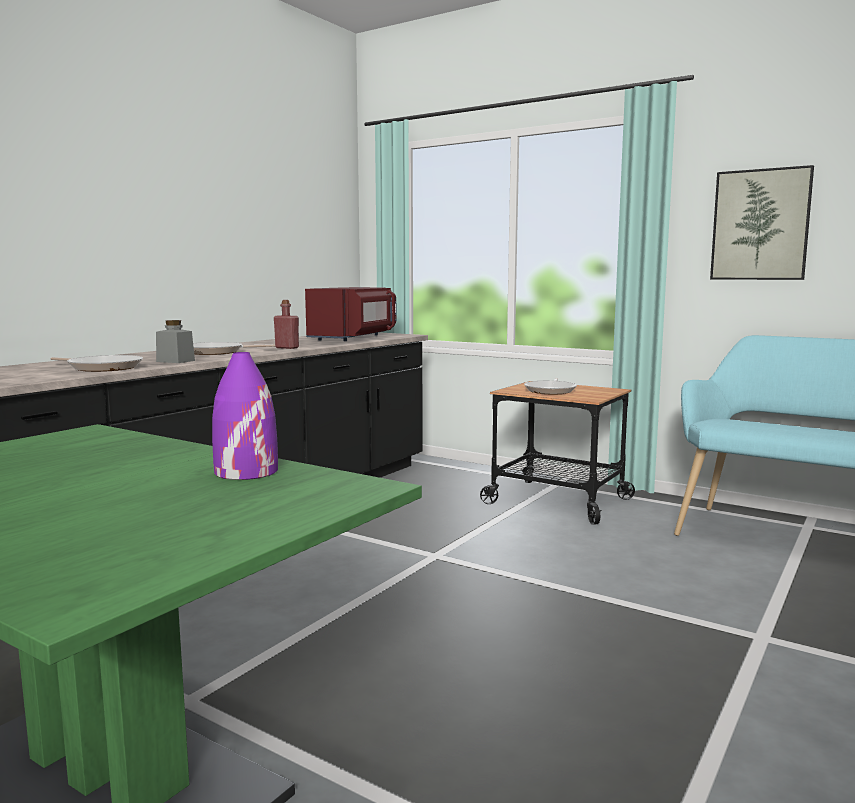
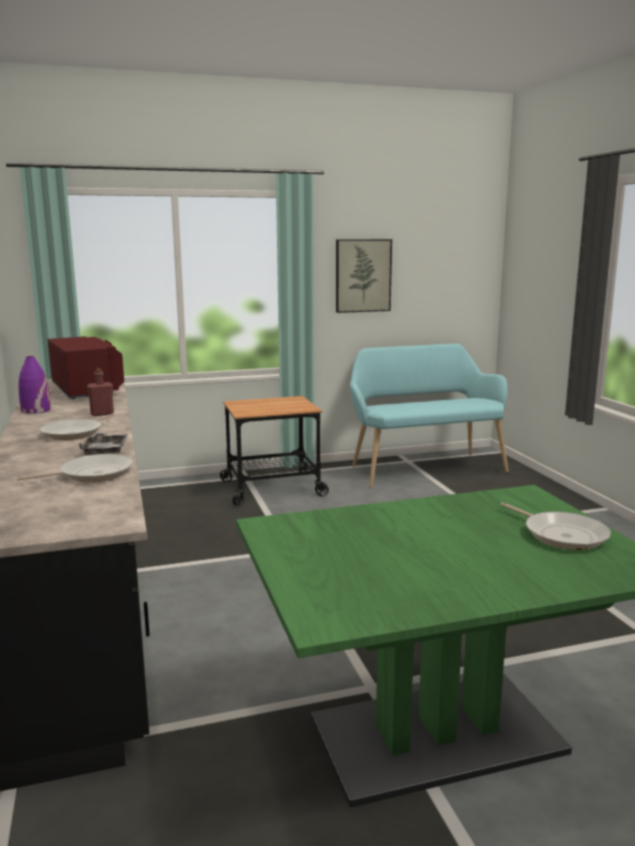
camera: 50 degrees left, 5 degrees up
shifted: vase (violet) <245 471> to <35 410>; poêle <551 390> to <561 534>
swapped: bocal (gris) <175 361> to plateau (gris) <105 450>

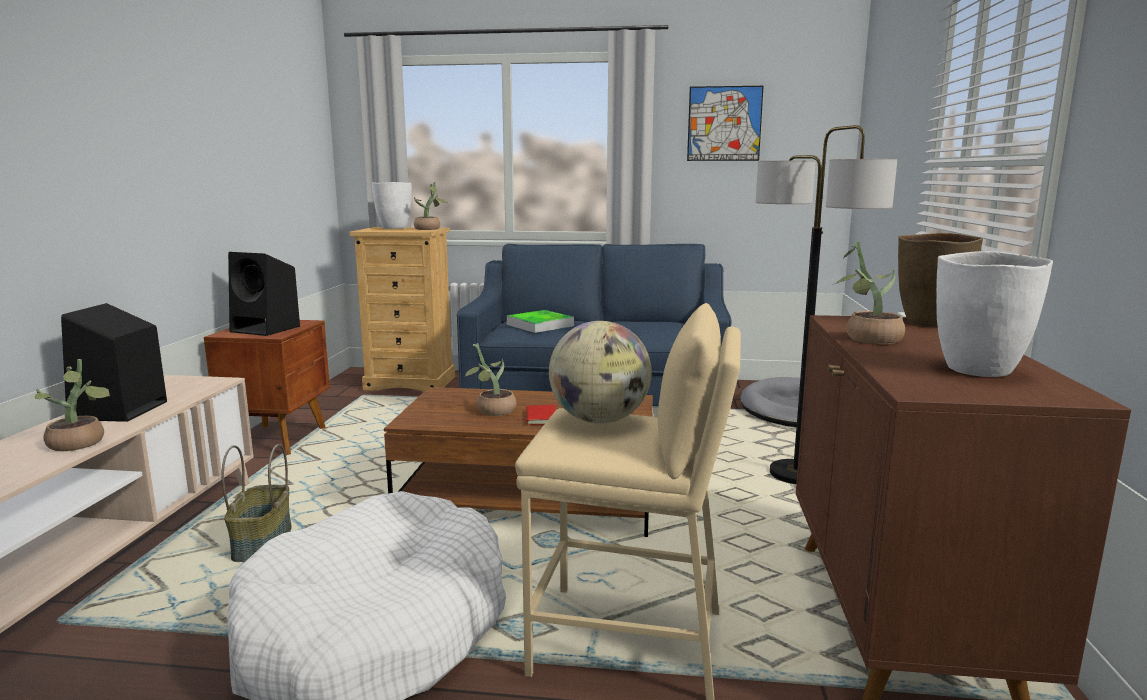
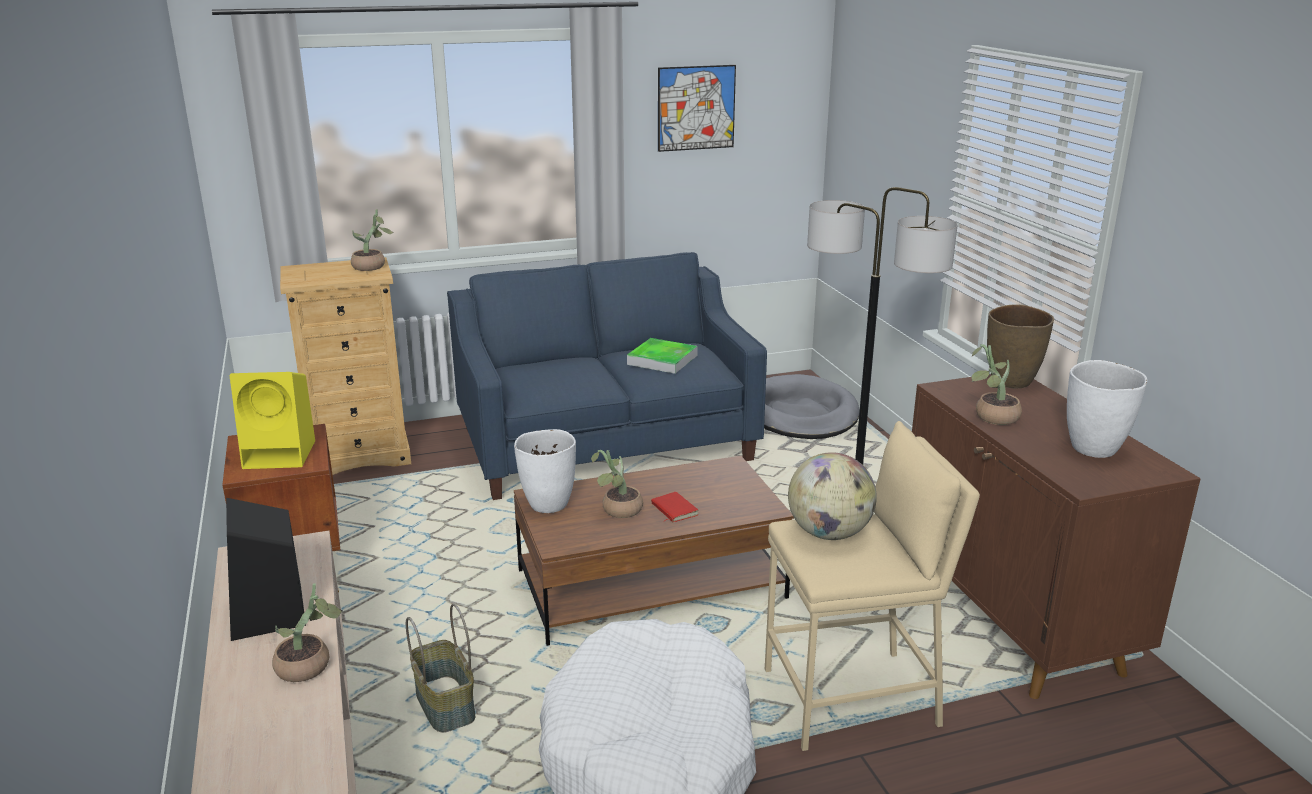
camera: 25 degrees left, 10 degrees up
shifted: vase (blanc) <394 228> to <547 504>; plateau <540 325> to <662 360>
repainted: enceinte (noir) <267 329> to enceinte (jaune) <282 454>

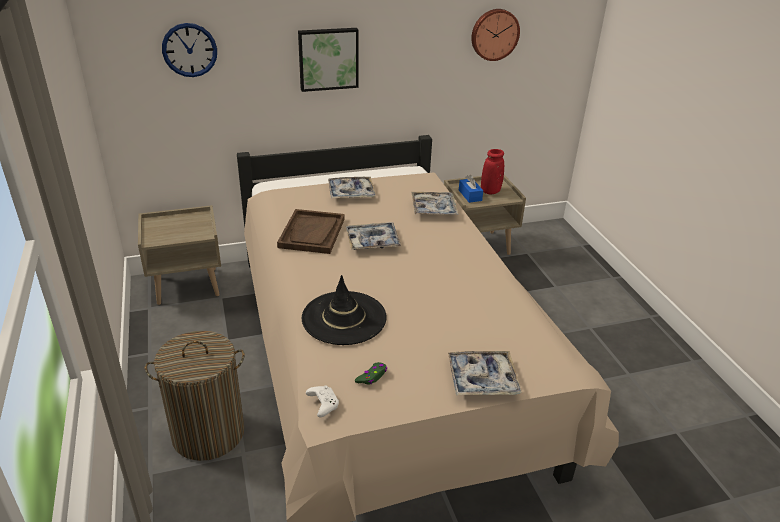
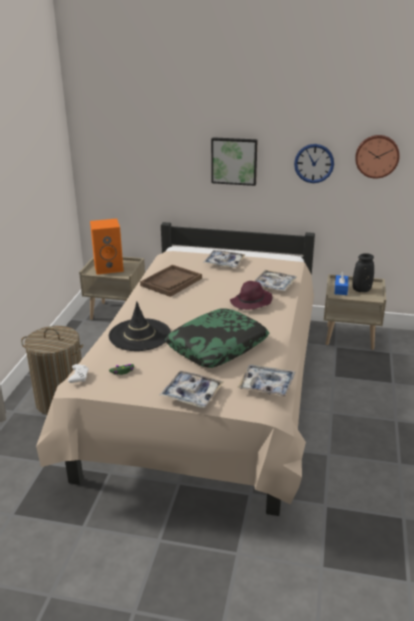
camera: 30 degrees right, 5 degrees down
new: enceinte (orange) <109 267>; chapeau (violet) <251 302>; coussin <217 346>
shifted: horloge murale <189 50> to <314 163>; plateau <372 241> to <266 385>
repainted: vase (rouge) <490 191> to vase (noir) <361 290>

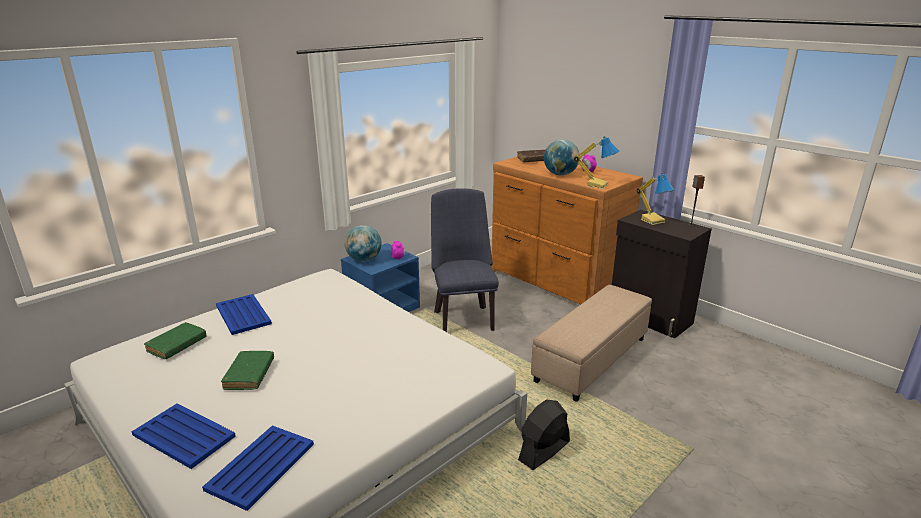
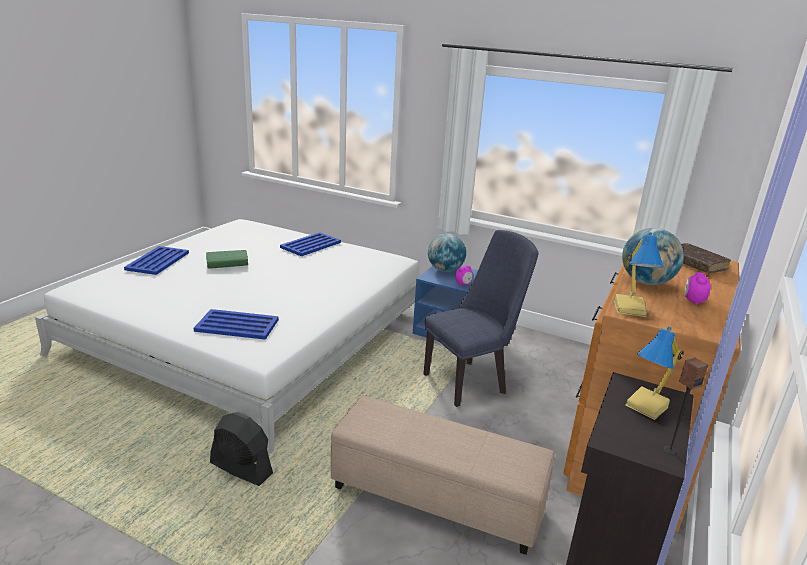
camera: 70 degrees right, 0 degrees up
gone: livre (vert) <177 345>
shifted: plateau (bleu) <260 467> to <236 325>

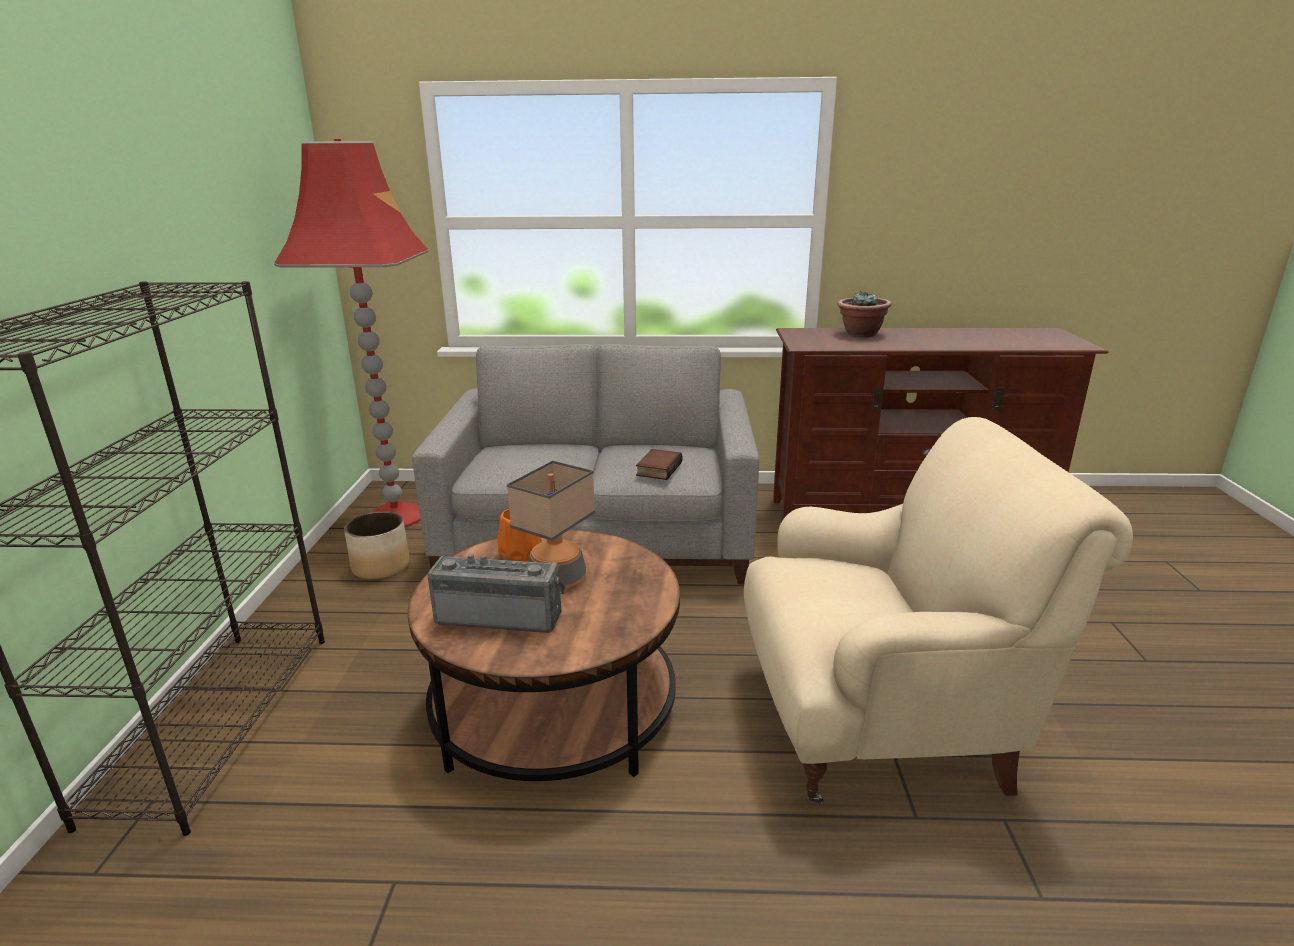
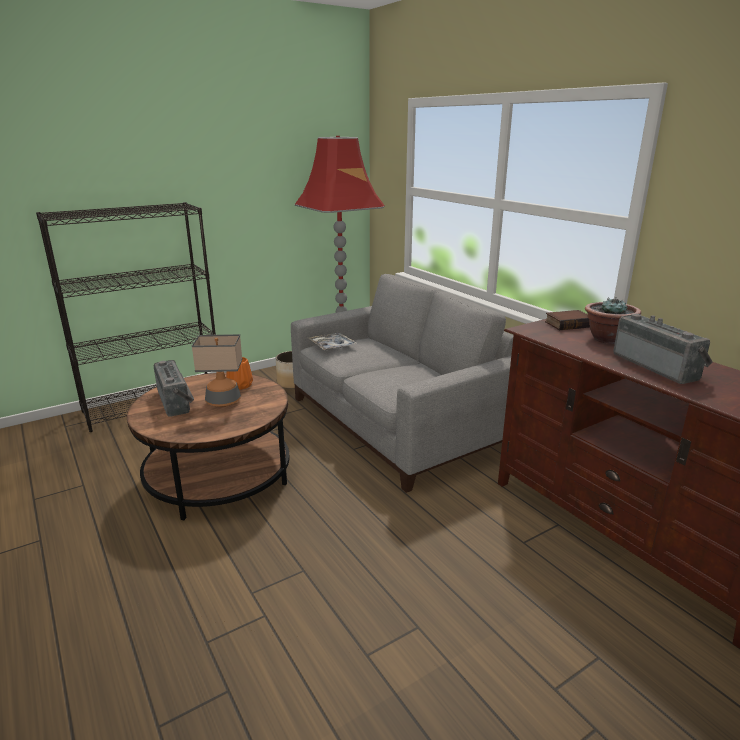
camera: 55 degrees right, 0 degrees up
gone: fauteuil (beige) <881 723>
new: radio <658 366>; plateau <332 346>
shifted: livre <658 469> to <568 324>

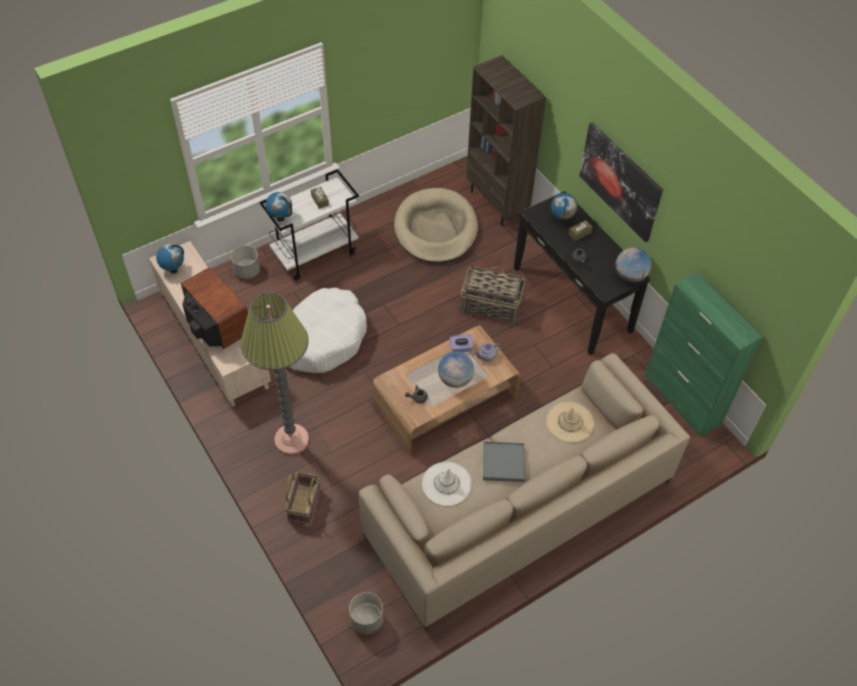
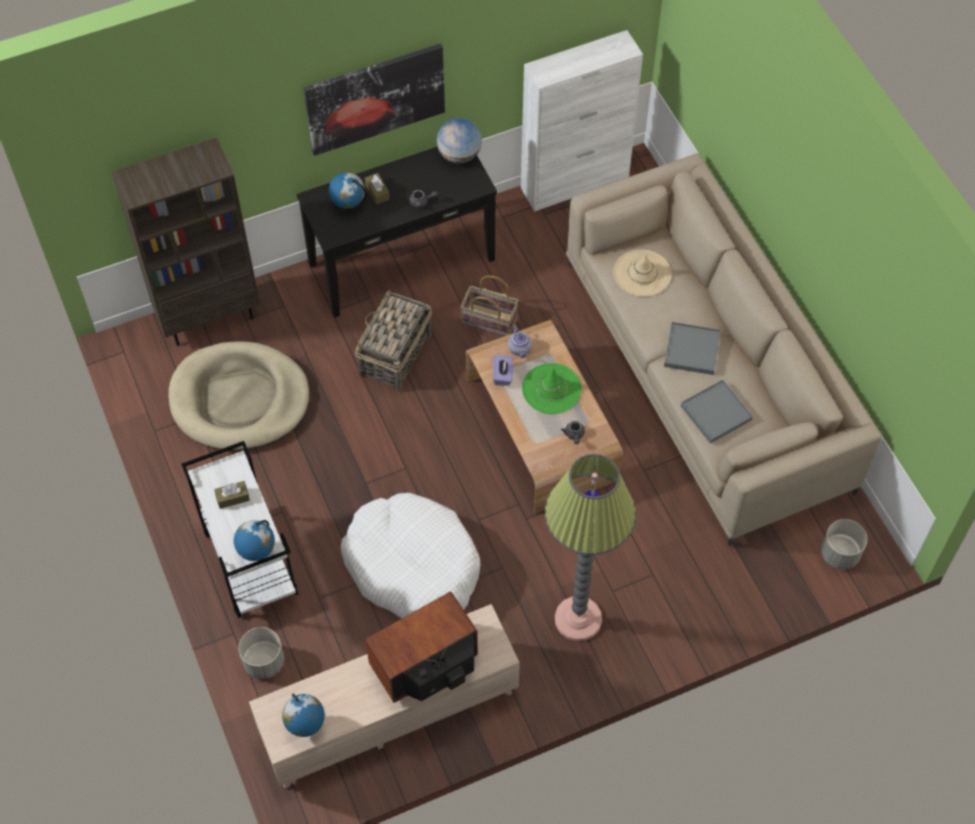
camera: 80 degrees left, 5 degrees up
shifted: panier <304 504> to <488 321>
swapped: globe <455 379> to chapeau (vert) <551 389>; chapeau (blanc) <446 484> to plateau (gris) <715 413>
repainted: meuble de rangement (vert) <682 400> to meuble de rangement (blanc) <575 183>

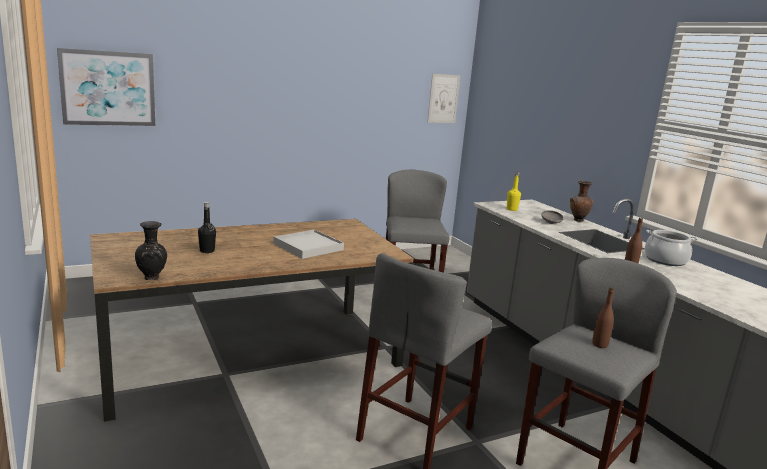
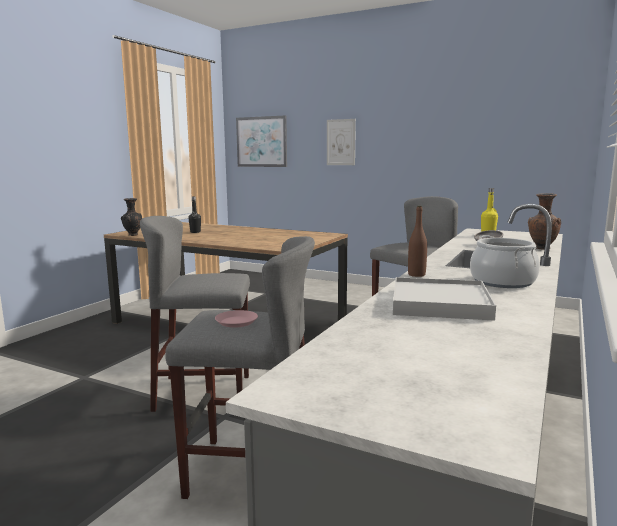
camera: 55 degrees right, 5 degrees down
shifted: tableau <443 98> to <341 142>; plateau (blanc) <308 247> to <440 303>
swapped: bouteille (marron) <599 345> to assiette (rose) <236 322>

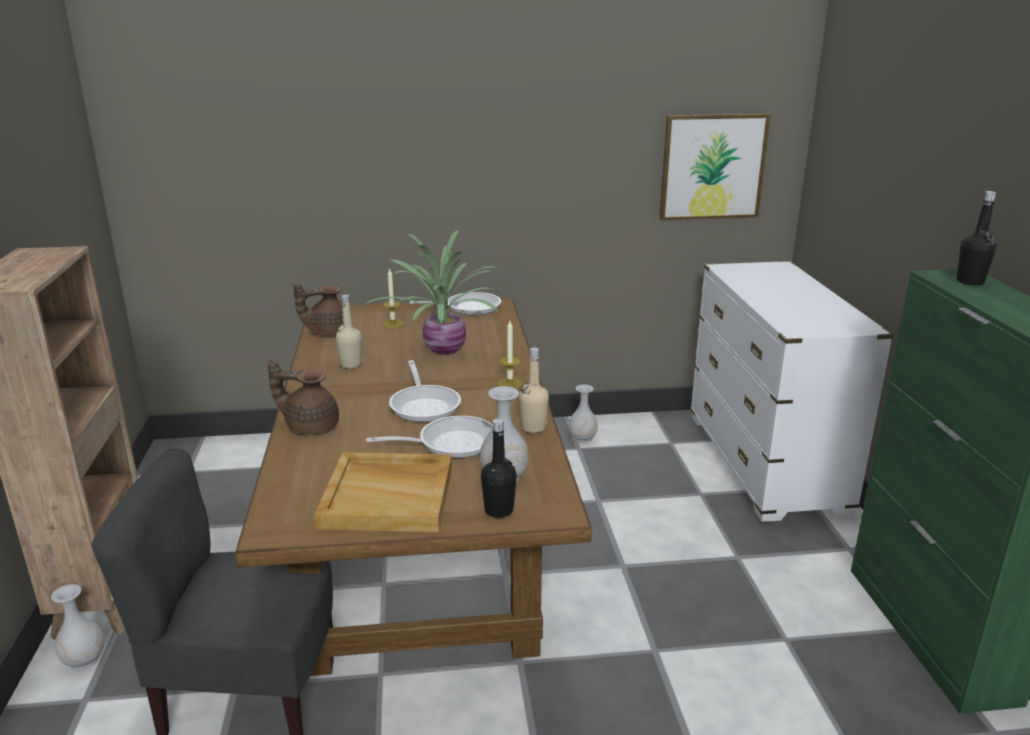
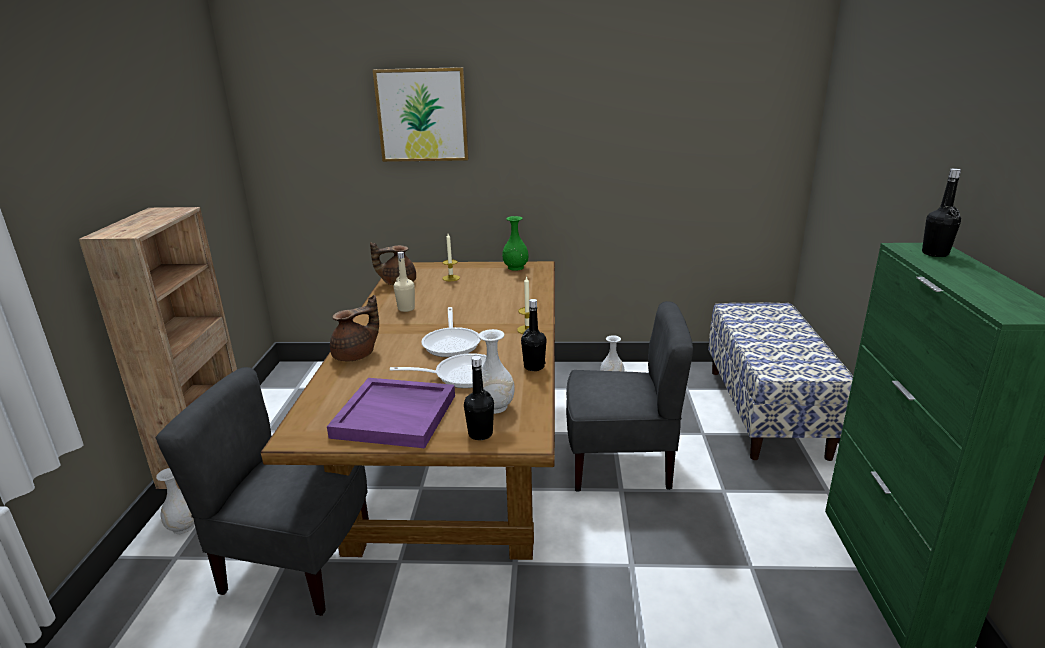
camera: 10 degrees right, 0 degrees up
gone: plante en pot <442 349>
new: chaise (gris) <620 463>
shifted: tableau <712 166> to <422 115>
swapped: commode (blanc) <765 463> to banc <766 411>; poêle <468 308> to vase (vert) <515 267>
repainted: bouteille (beige) <533 427> to bouteille (noir) <534 367>; plateau (beige) <389 496> to plateau (violet) <396 415>
rotated: théière (marron) <310 426> = <356 355> 120 degrees clockwise

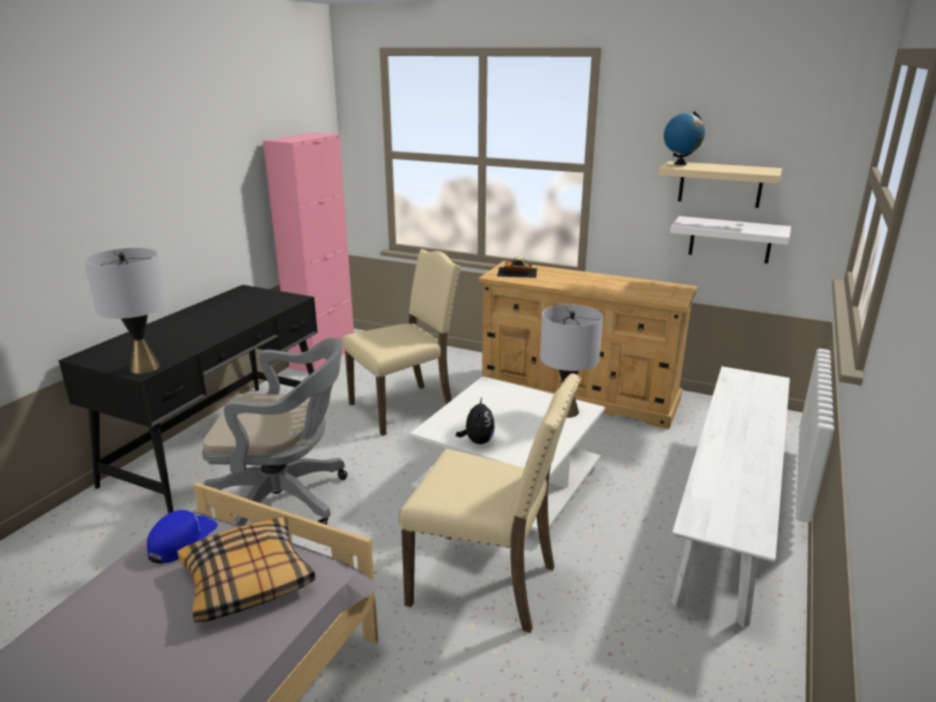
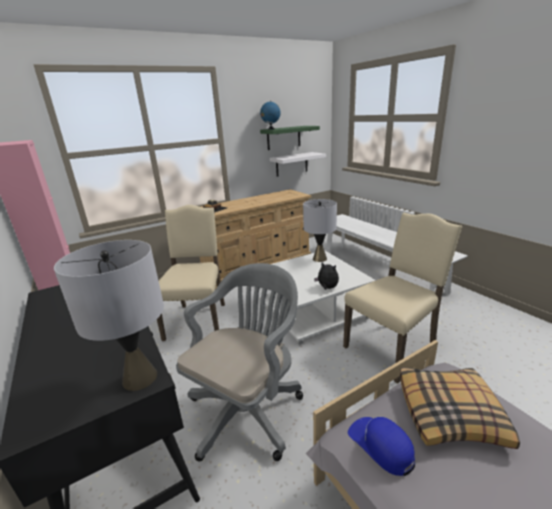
camera: 55 degrees left, 0 degrees up
repainted: étagère (beige) <720 184> to étagère (vert) <283 137>

